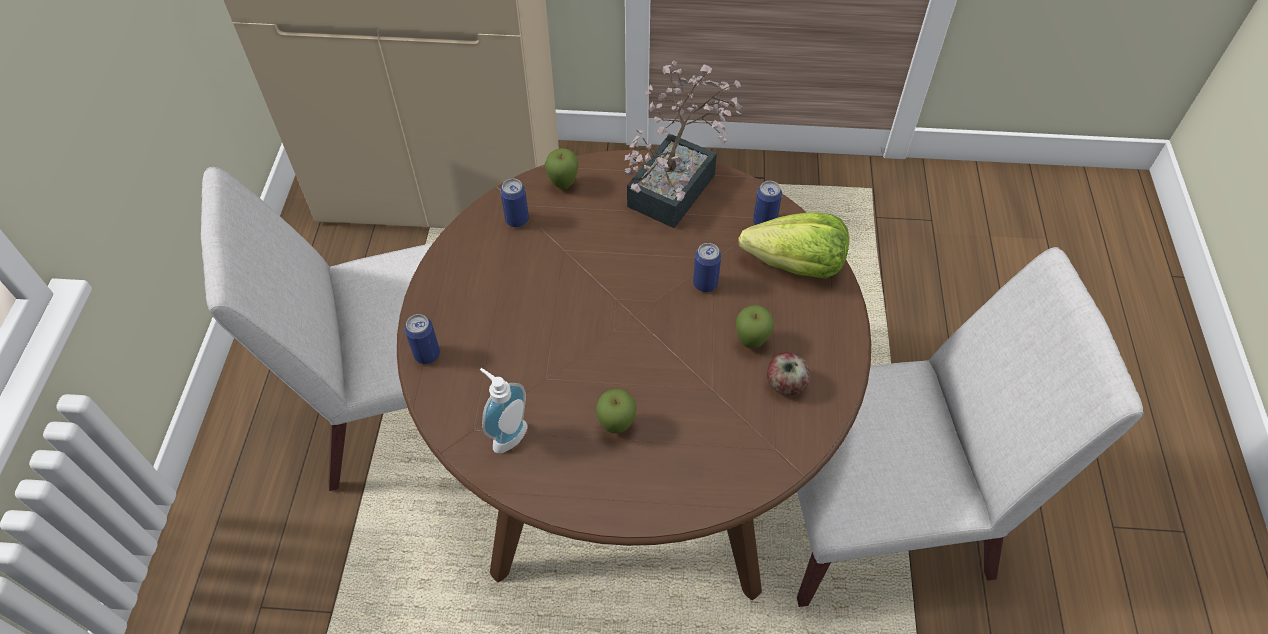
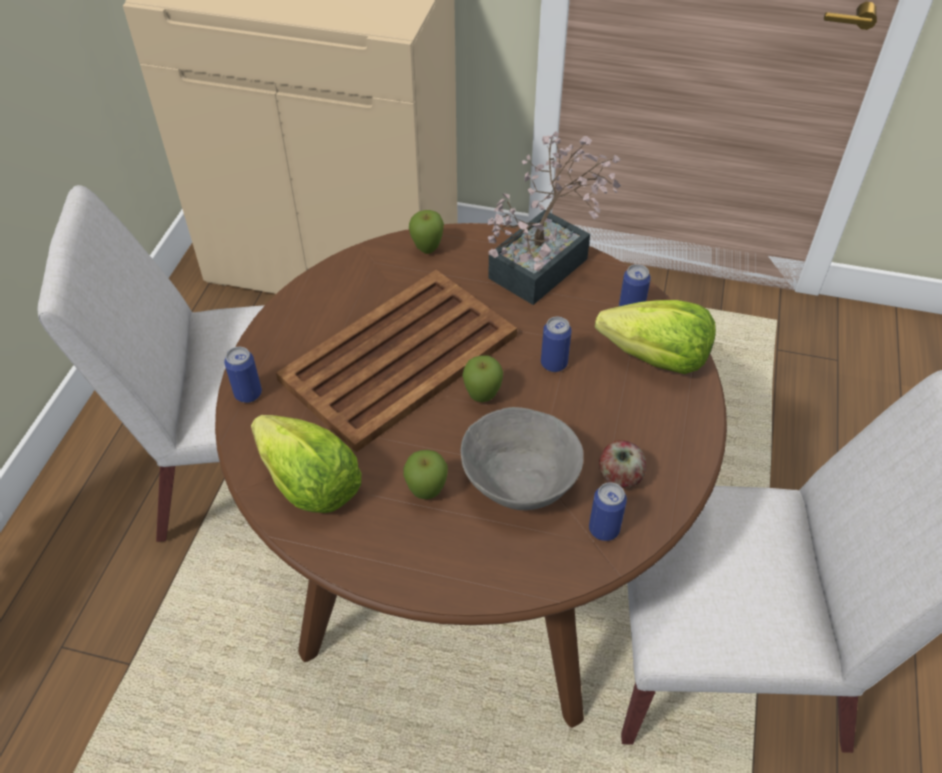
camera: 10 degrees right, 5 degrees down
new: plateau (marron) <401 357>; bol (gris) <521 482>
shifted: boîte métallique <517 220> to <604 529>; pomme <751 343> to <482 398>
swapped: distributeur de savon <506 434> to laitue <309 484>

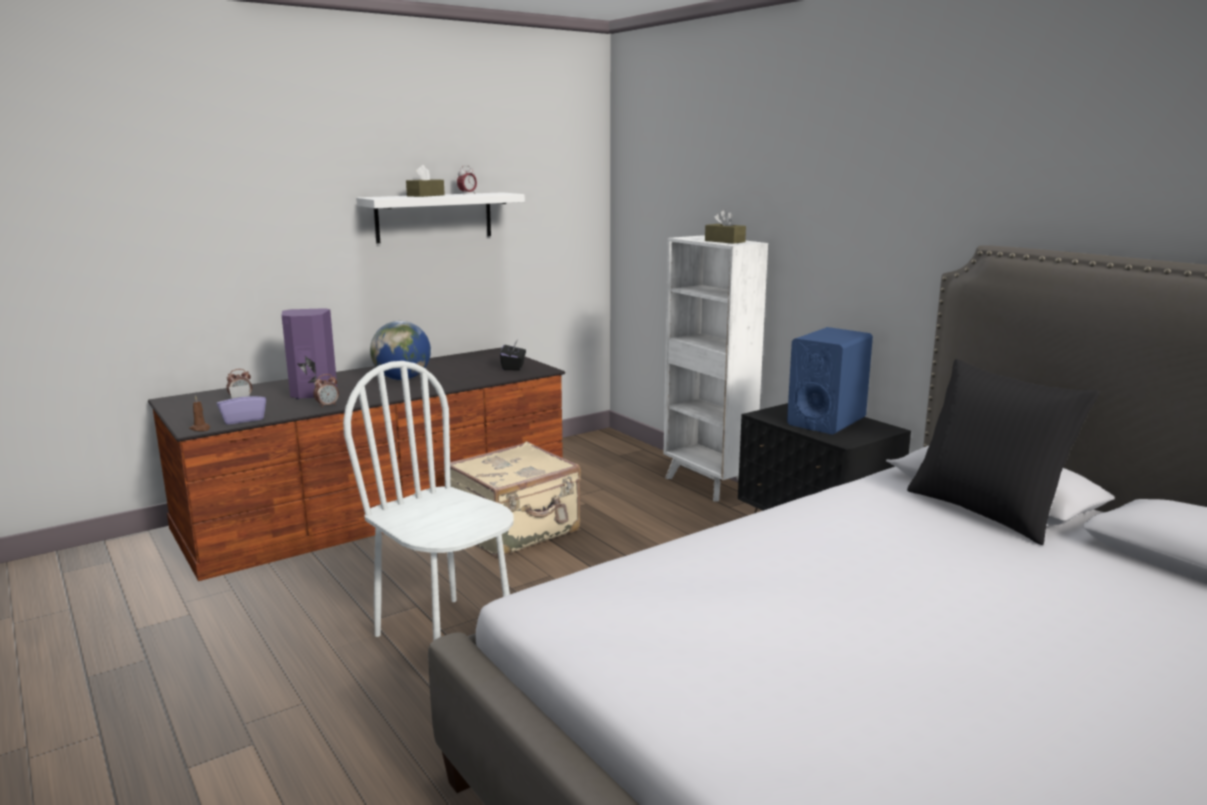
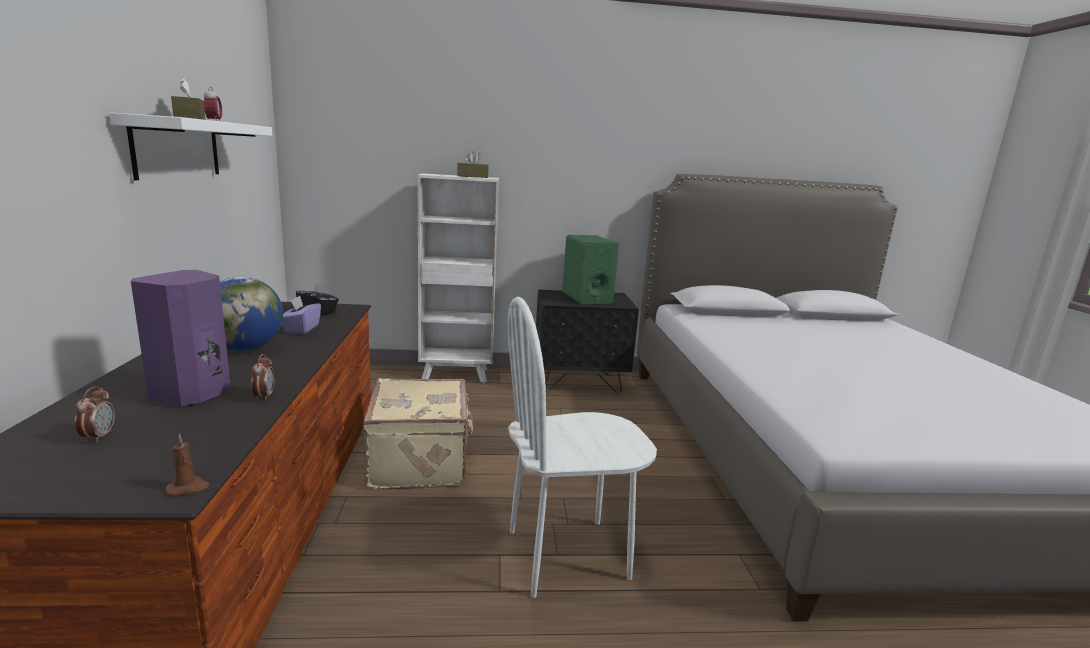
camera: 60 degrees left, 0 degrees up
gone: coussin (noir) <986 511>
shifted: boîte à mouchoirs (violet) <243 419> to <301 329>
repainted: enceinte (bleu) <826 421> to enceinte (vert) <586 298>

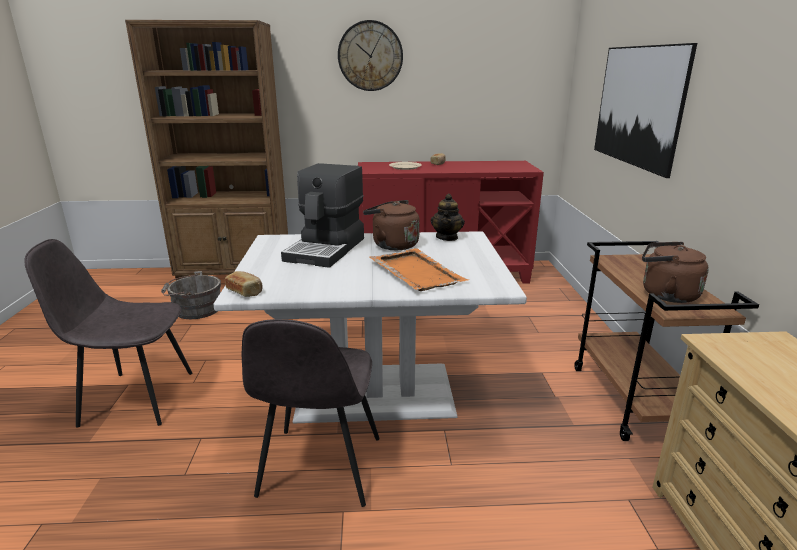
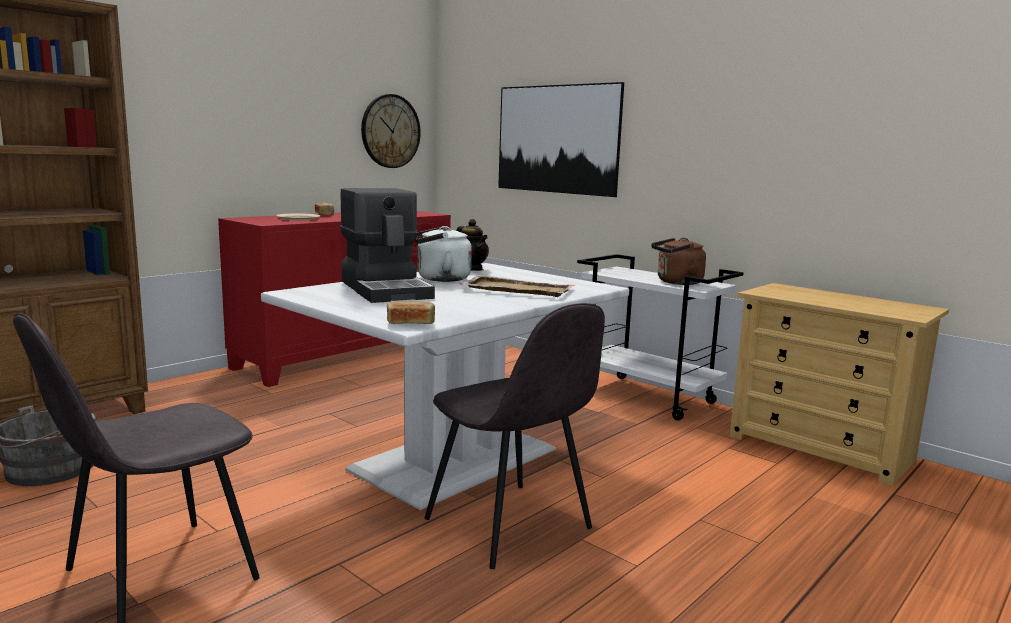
camera: 45 degrees left, 10 degrees down
shifted: horloge murale <370 56> to <390 131>
repainted: bouilloire (marron) <392 245> to bouilloire (blanc) <440 279>; chariot (marron) <634 401> to chariot (blanc) <648 397>; plateau (orange) <416 272> to plateau (beige) <517 289>

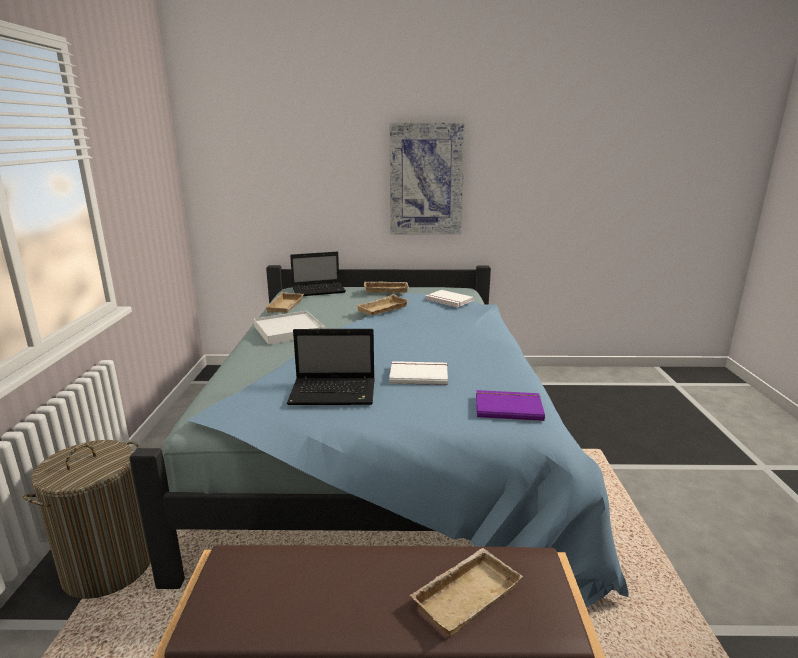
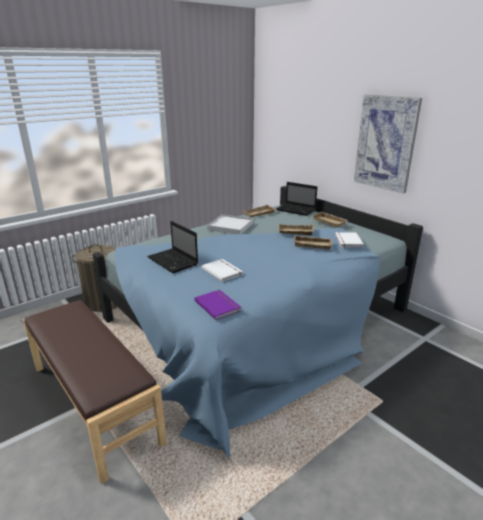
camera: 50 degrees right, 5 degrees up
shifted: plateau (beige) <465 594> to <313 244>

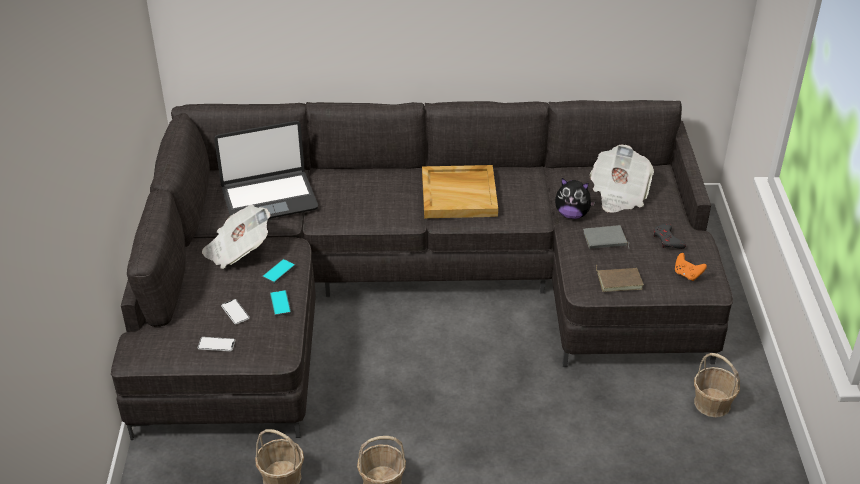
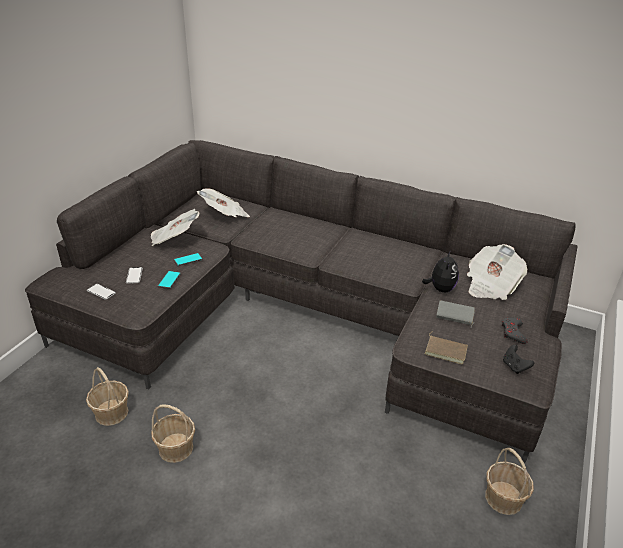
camera: 25 degrees right, 5 degrees down
gone: plateau (beige) <459 194>
swapped: ordinateur portable <269 198> to journal <225 215>
repainted: manette (orange) <687 275> to manette (noir) <514 367>
rotated: peluche <572 214> = <440 289> 120 degrees counterclockwise

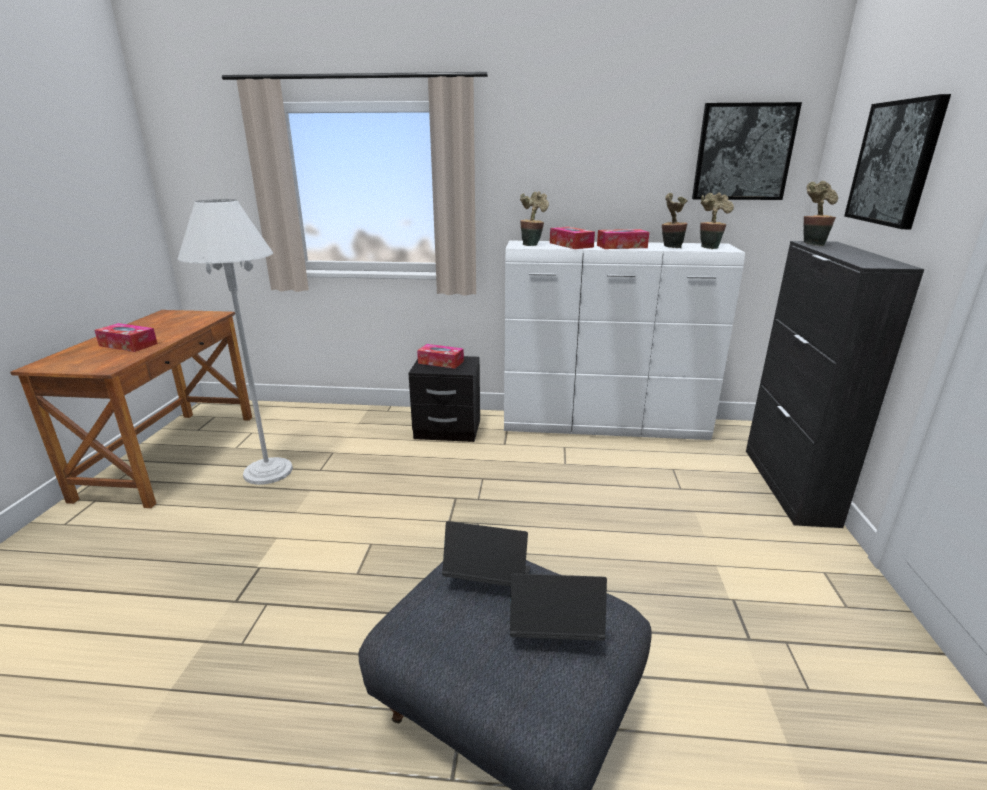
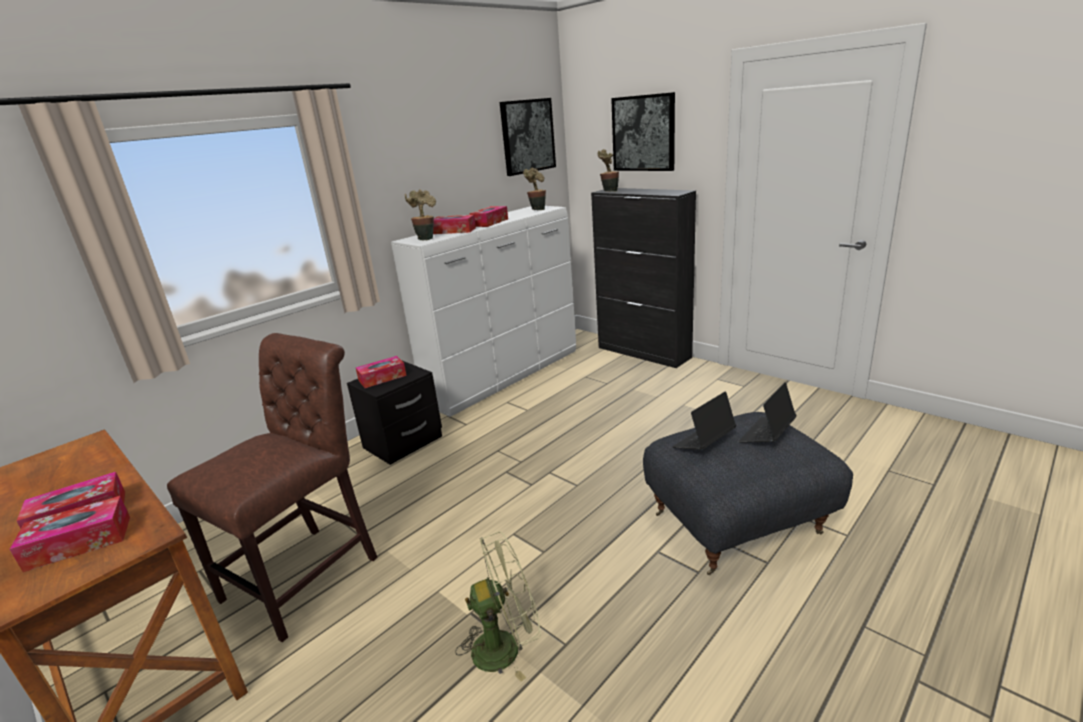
camera: 50 degrees left, 0 degrees up
gone: plante en pot <670 248>
new: boîte à mouchoirs <79 543>; ventilateur (vert) <506 646>
swapped: lampadaire (blanc) <268 471> to chaise (marron) <309 573>

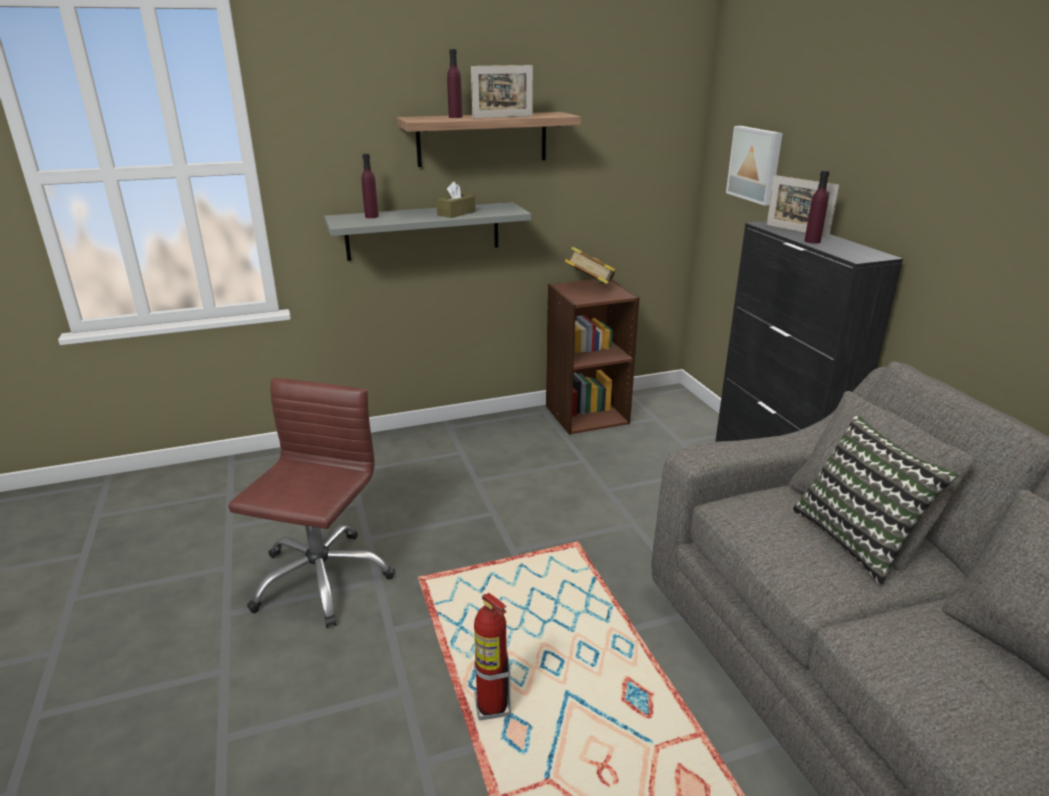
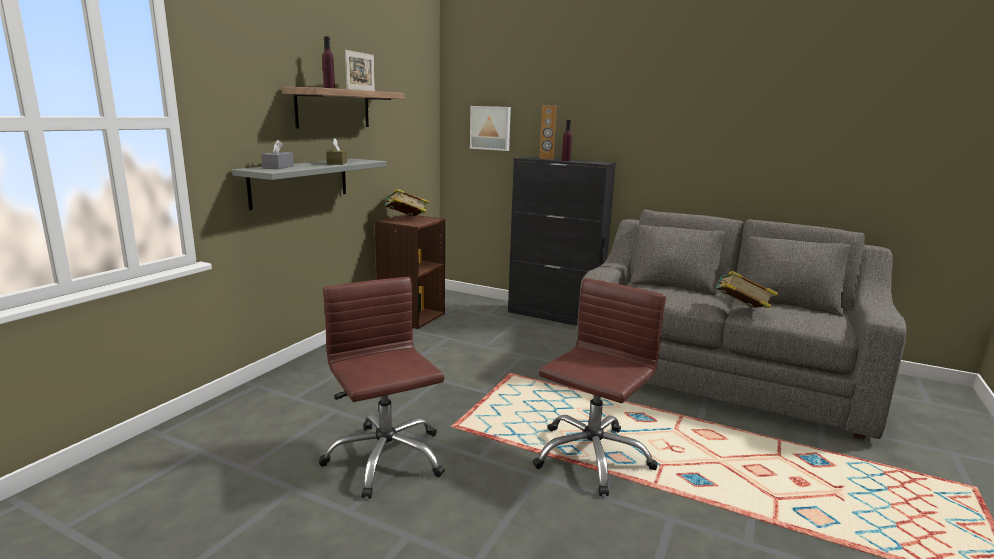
camera: 45 degrees left, 10 degrees down
gone: coussin <857 538>
new: livre <740 310>
swapped: bouteille (violet) <371 216> to boîte à mouchoirs (gris) <278 167>; cadre photo <796 231> to enceinte (marron) <546 158>; extincteur <492 707> to chaise de bureau (marron) <591 456>

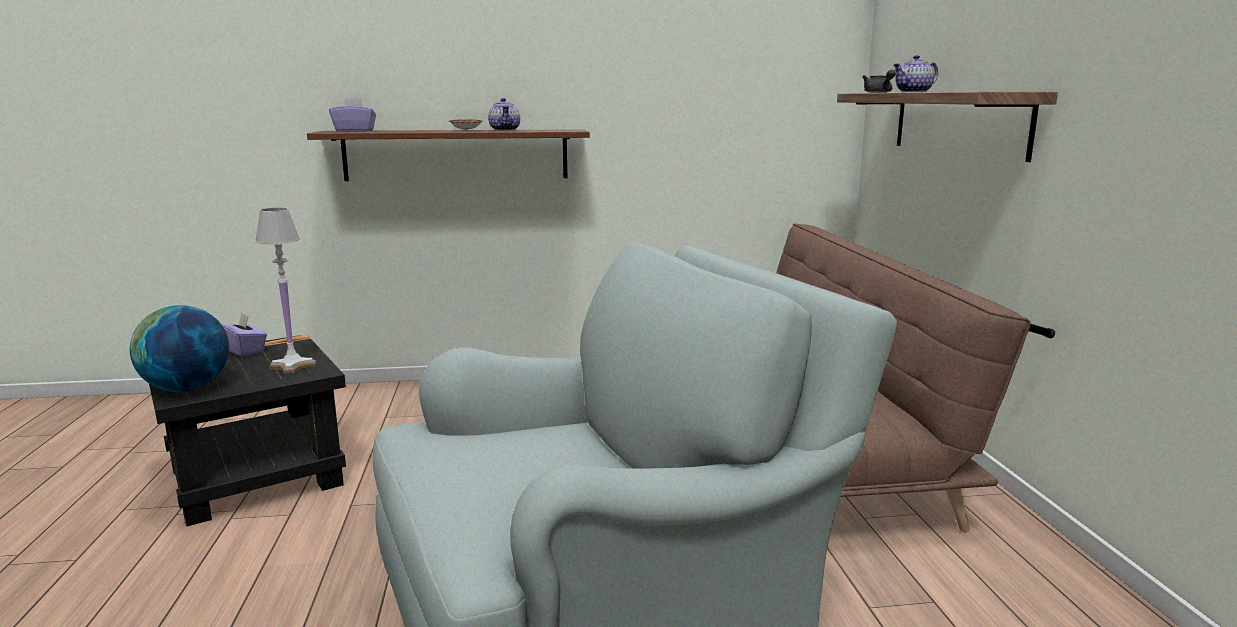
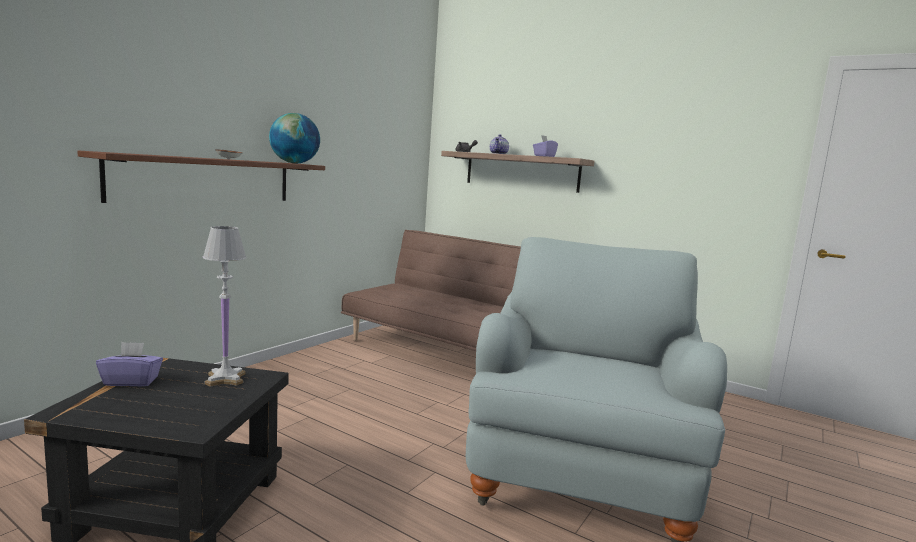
camera: 50 degrees left, 5 degrees down
gone: théière <505 130>
shifted: boîte à mouchoirs (violet) <354 131> to <544 156>; globe <187 388> to <294 163>

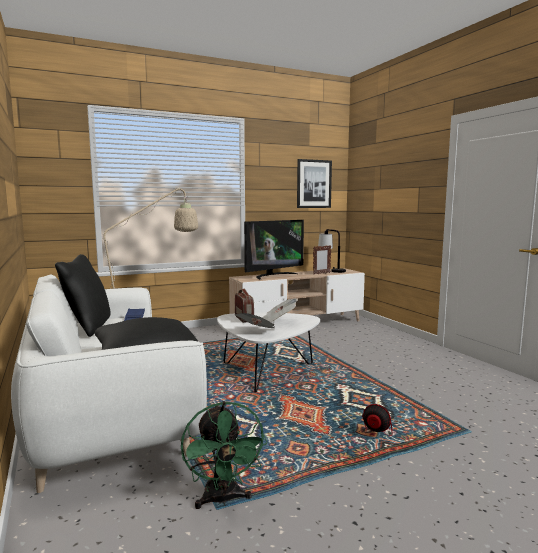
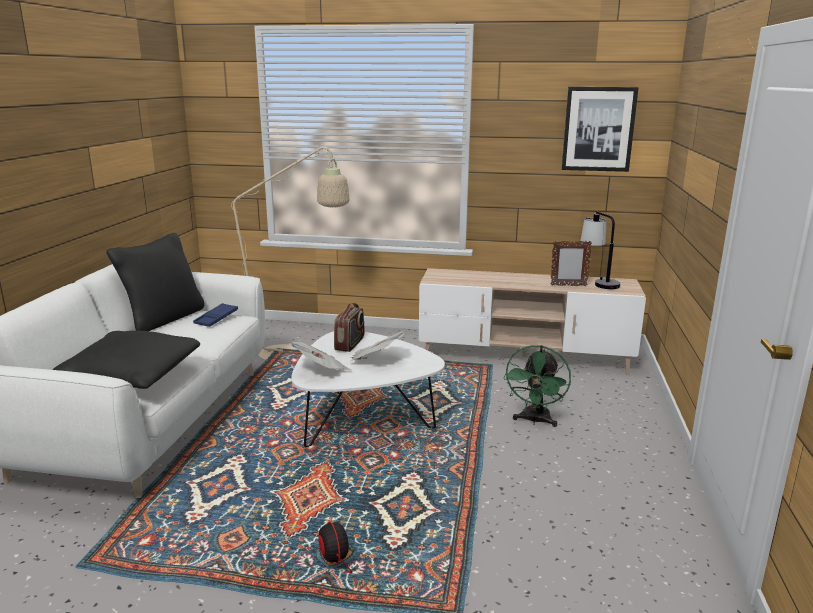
camera: 35 degrees right, 10 degrees up
gone: téléviseur <273 275>
shifted: ventilateur (vert) <223 500> to <535 421>

